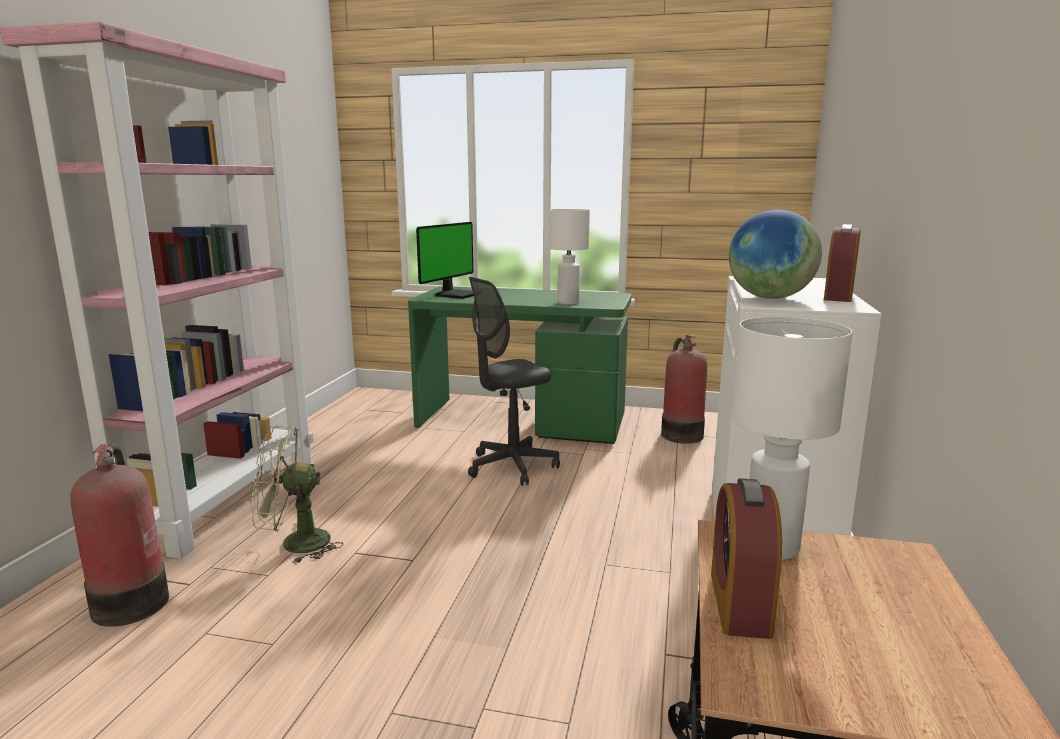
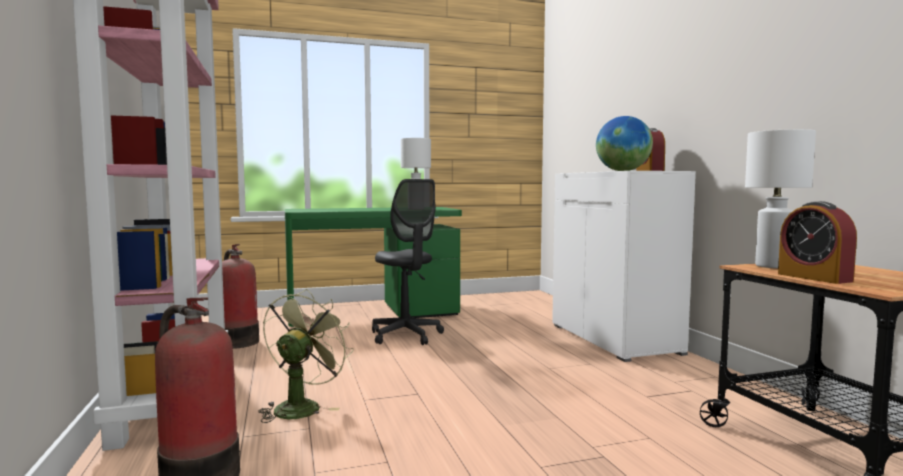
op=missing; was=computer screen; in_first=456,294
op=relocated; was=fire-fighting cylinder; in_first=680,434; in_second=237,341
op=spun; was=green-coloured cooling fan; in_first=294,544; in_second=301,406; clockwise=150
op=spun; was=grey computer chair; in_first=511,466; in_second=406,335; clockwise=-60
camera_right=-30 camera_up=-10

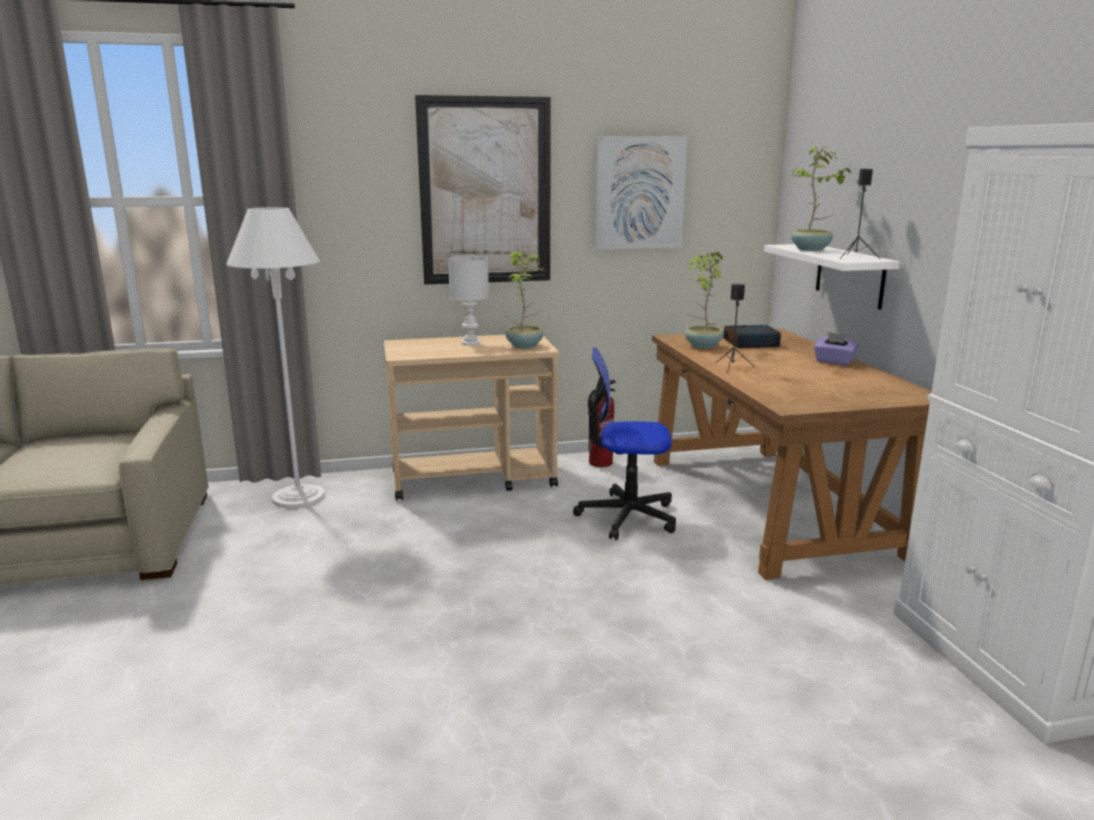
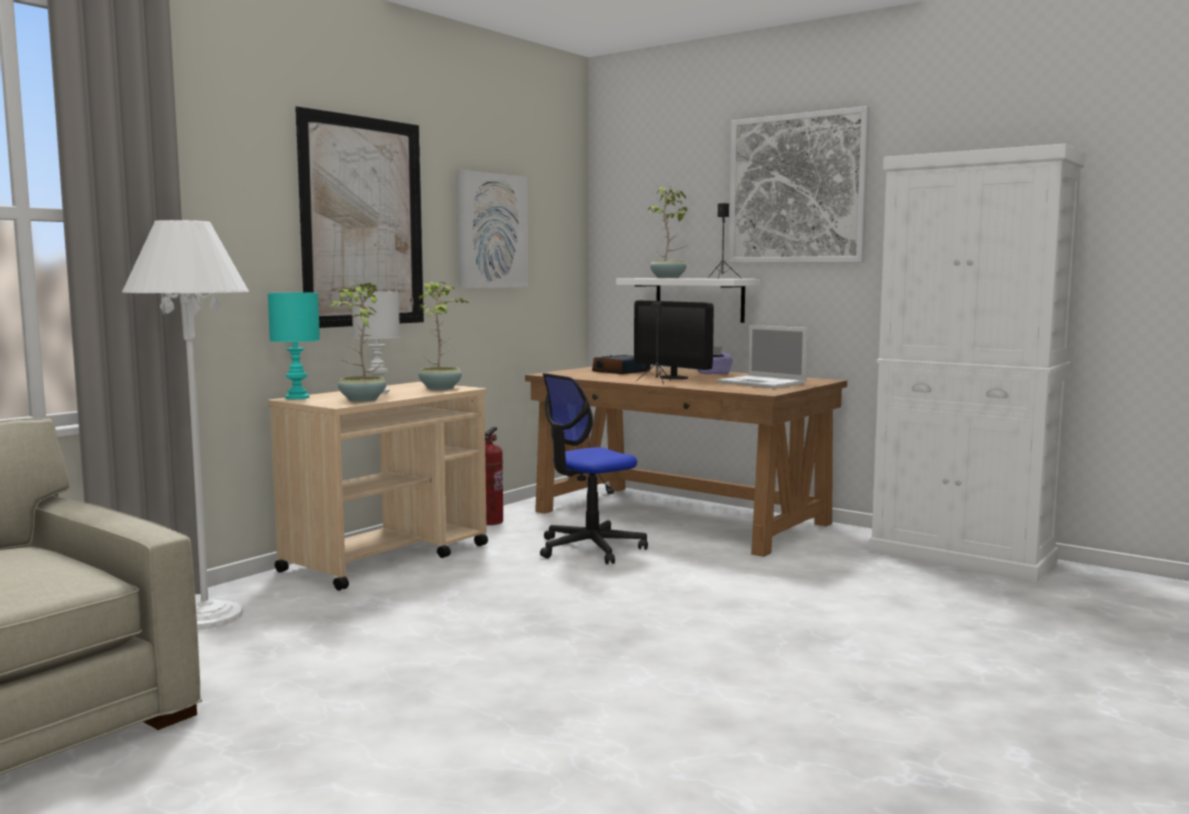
op=appeared; now=blue-green table lamp; in_second=298,397
op=appeared; now=computer screen; in_second=673,377
op=appeared; now=notebook computer; in_second=763,383
op=appeared; now=wall art; in_second=797,189
op=relocated; was=plant in a pot; in_first=702,346; in_second=361,400
camera_right=-40 camera_up=-10

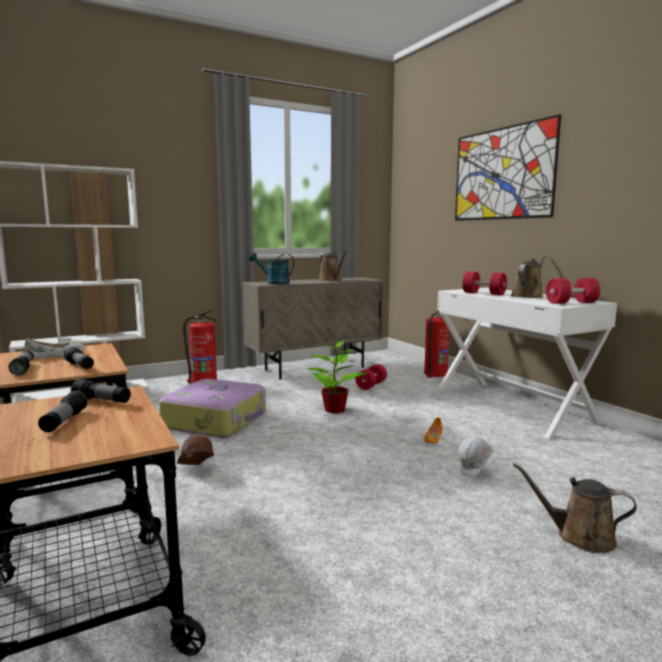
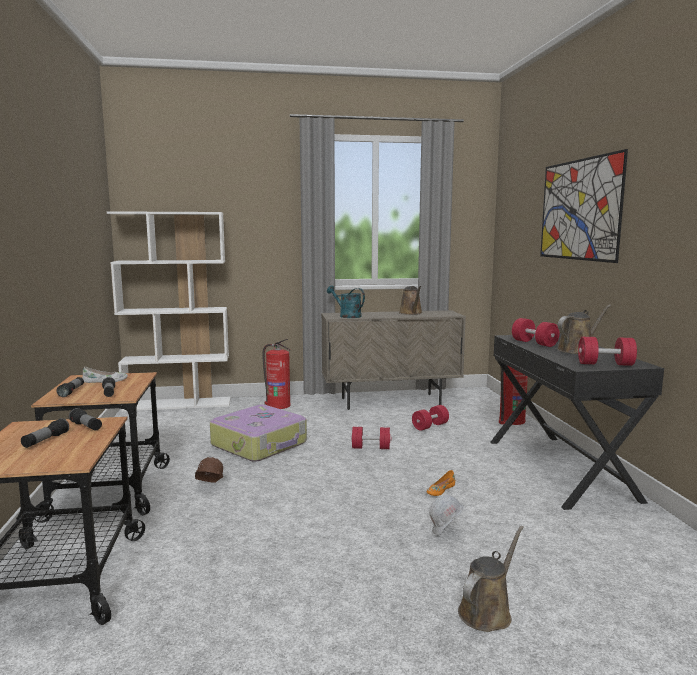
op=exchanged; was=plant in a pot; now=red-coloured dumbbell; in_first=334,410; in_second=371,448
op=colour; was=white-coloured desk unit; now=blackish desk unit; in_first=512,406; in_second=560,469
op=spun; was=brownish watering can; in_first=579,536; in_second=487,611; clockwise=90
camera_right=20 camera_up=0

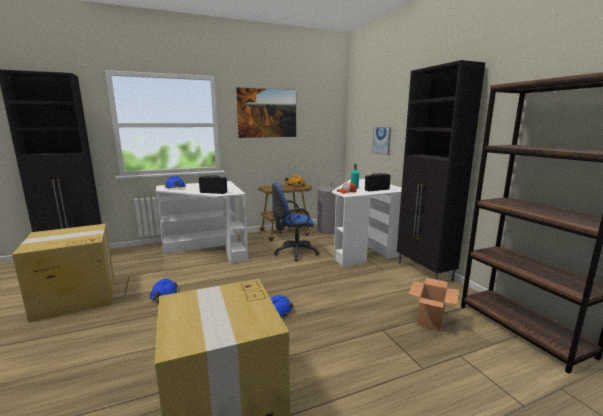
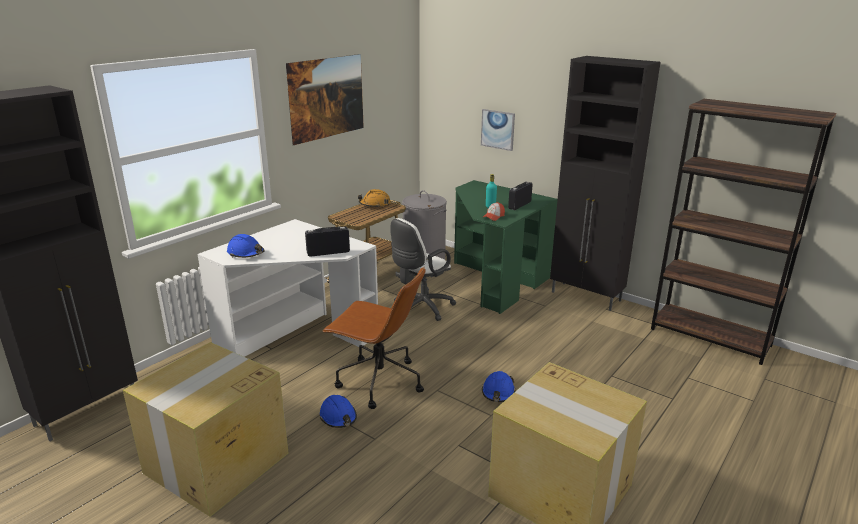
op=missing; was=cardboard box; in_first=430,320
op=appeared; now=brownish computer chair; in_second=378,381
op=colour; was=blue computer chair; now=white-coloured computer chair; in_first=294,252; in_second=420,308
op=colour; was=white-coloured desk unit; now=green-coloured desk unit; in_first=363,248; in_second=494,280
camera_right=-30 camera_up=10

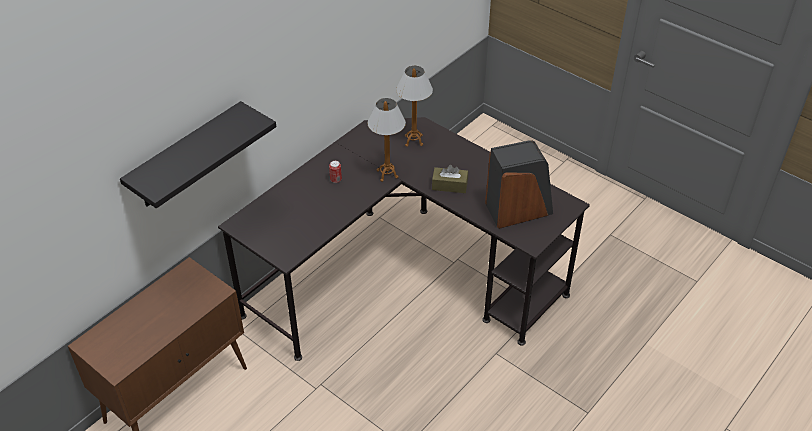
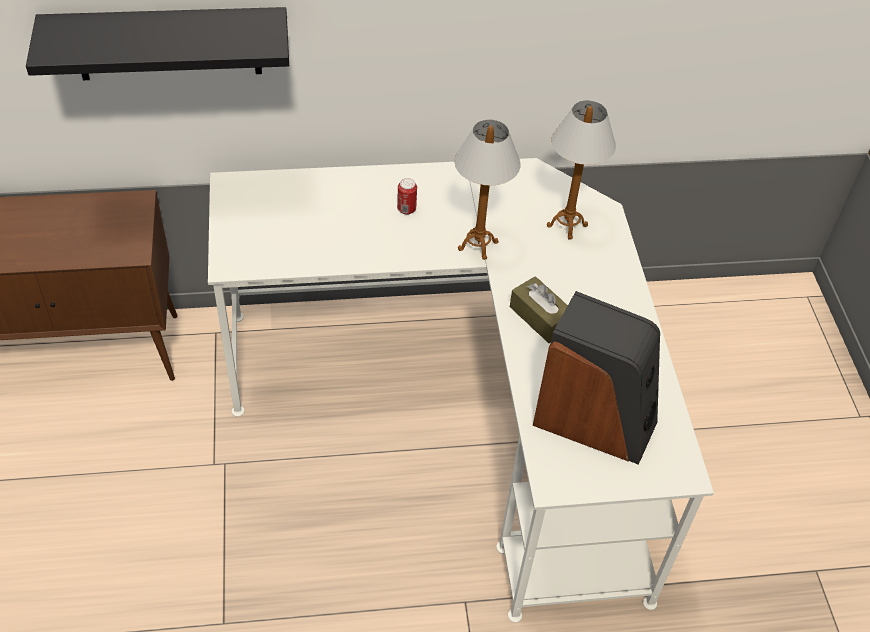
op=colour; was=blackish desk unit; now=white-coloured desk unit; in_first=402,277; in_second=462,409
camera_right=40 camera_up=5

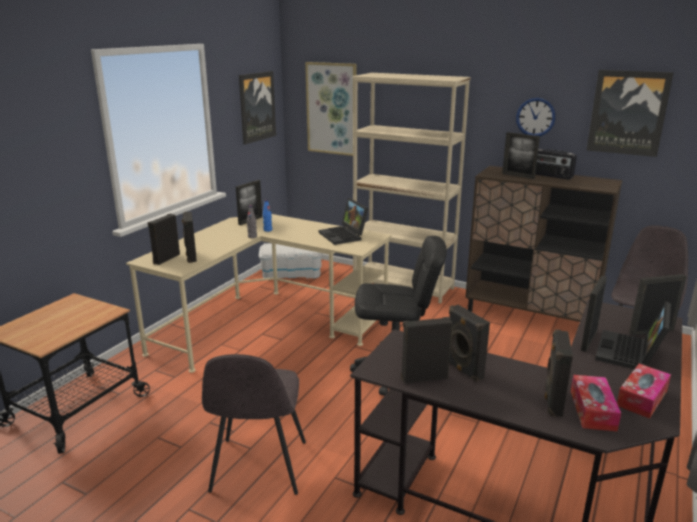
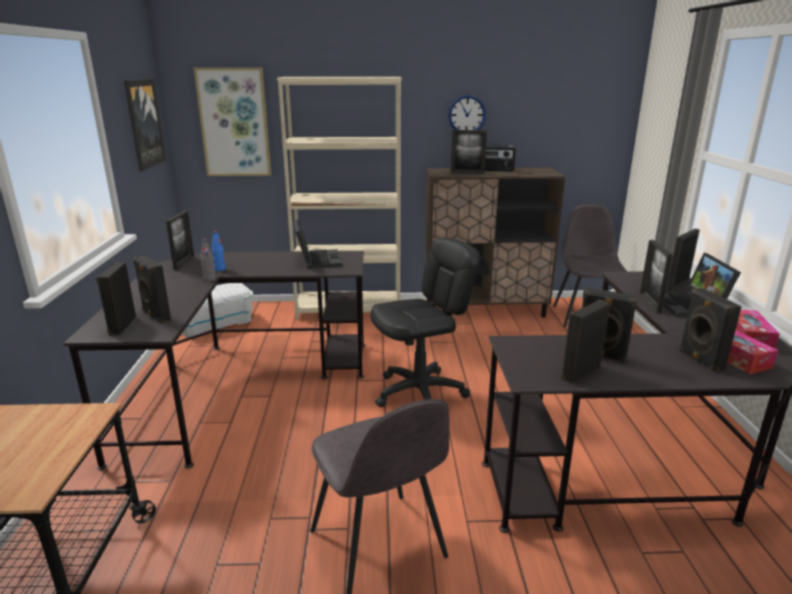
op=missing; was=wall art; in_first=628,113
op=colour; was=beige desk unit; now=blackish desk unit; in_first=267,323; in_second=236,383
op=spun; was=notebook computer; in_first=344,236; in_second=317,259; clockwise=-135
camera_right=-30 camera_up=0

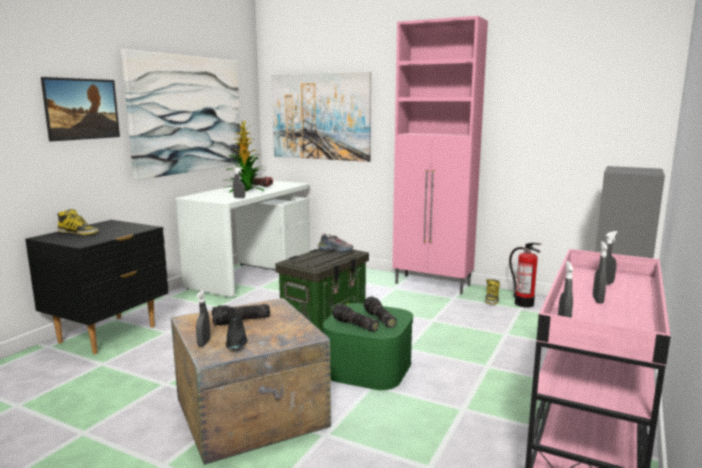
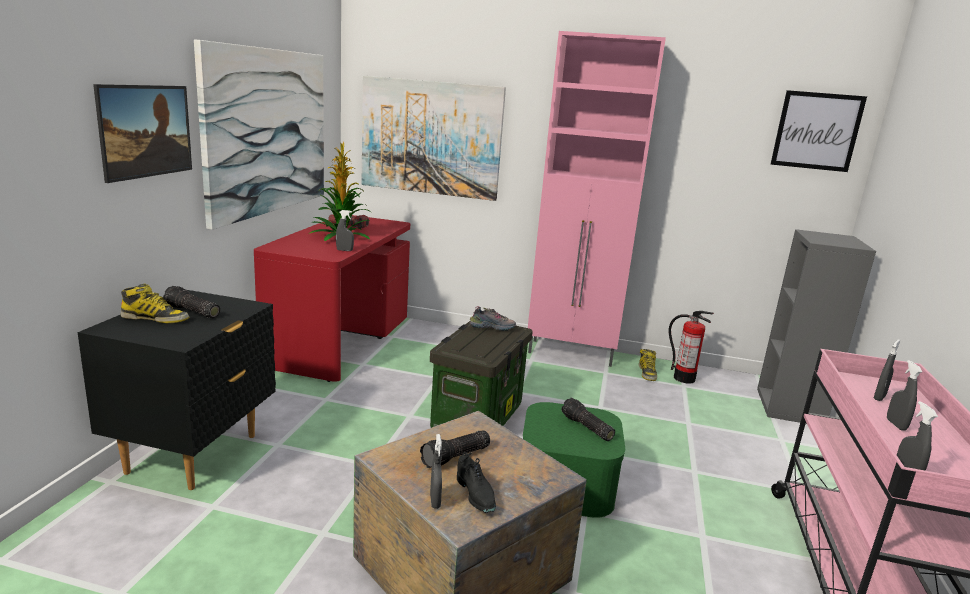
op=appeared; now=wall art; in_second=816,131
op=relocated; was=torch; in_first=354,325; in_second=191,312
op=colour; was=white-coloured desk unit; now=red-coloured desk unit; in_first=251,273; in_second=340,341
camera_right=-15 camera_up=5

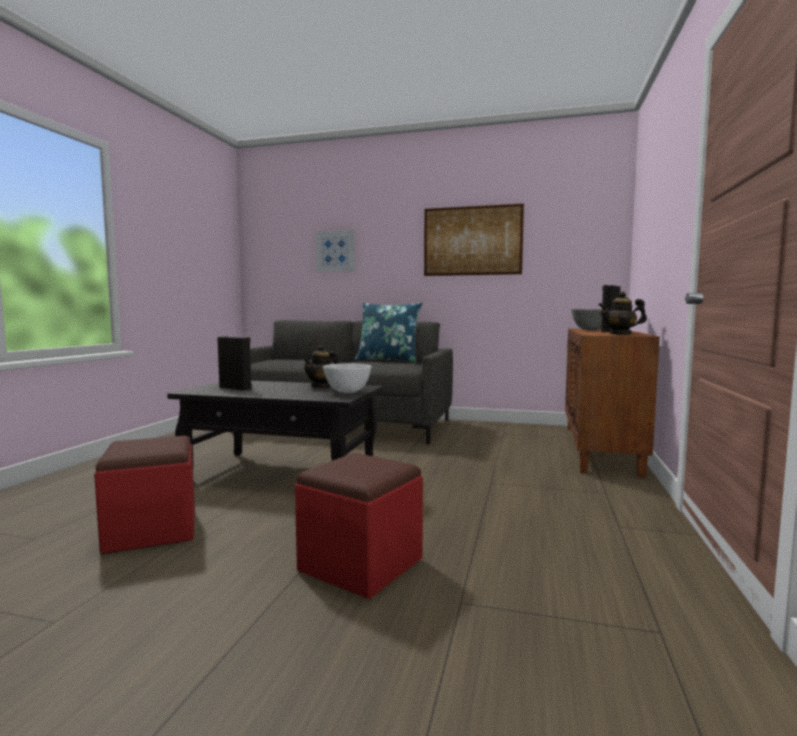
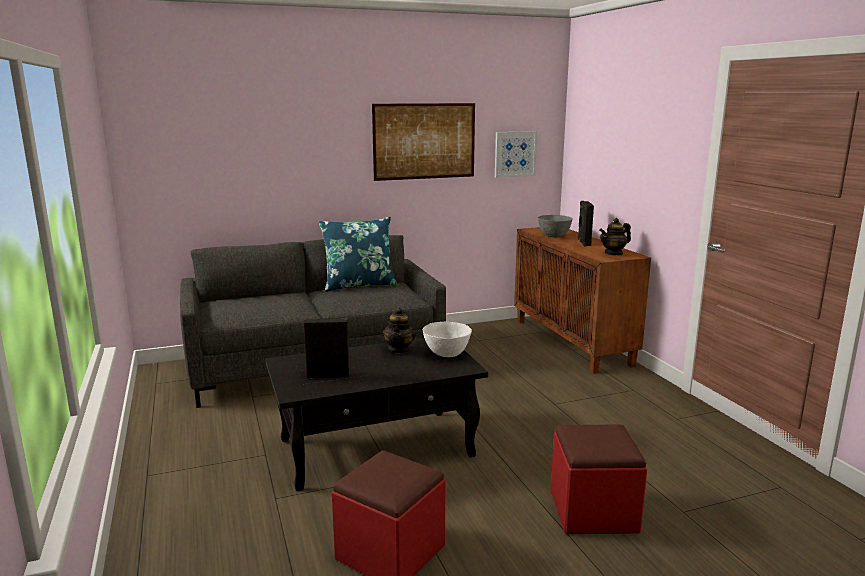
op=relocated; was=wall art; in_first=335,251; in_second=515,154
camera_right=-35 camera_up=10

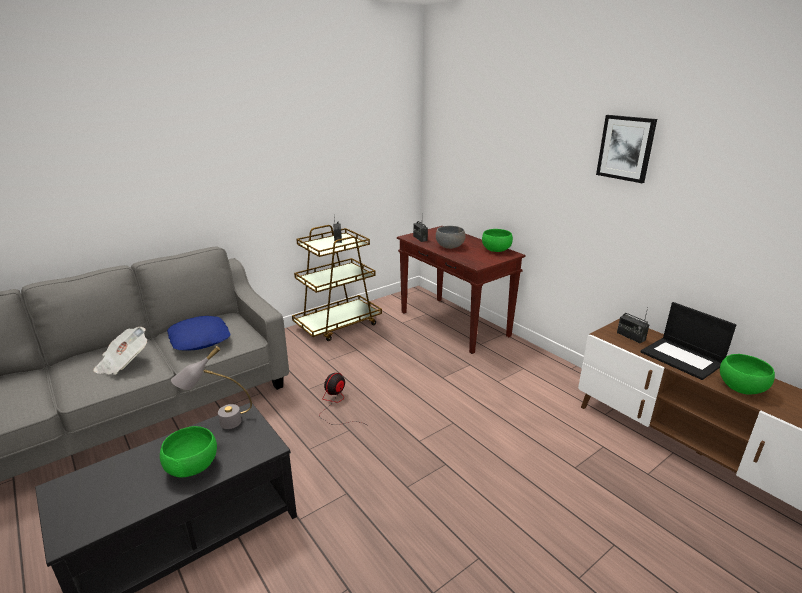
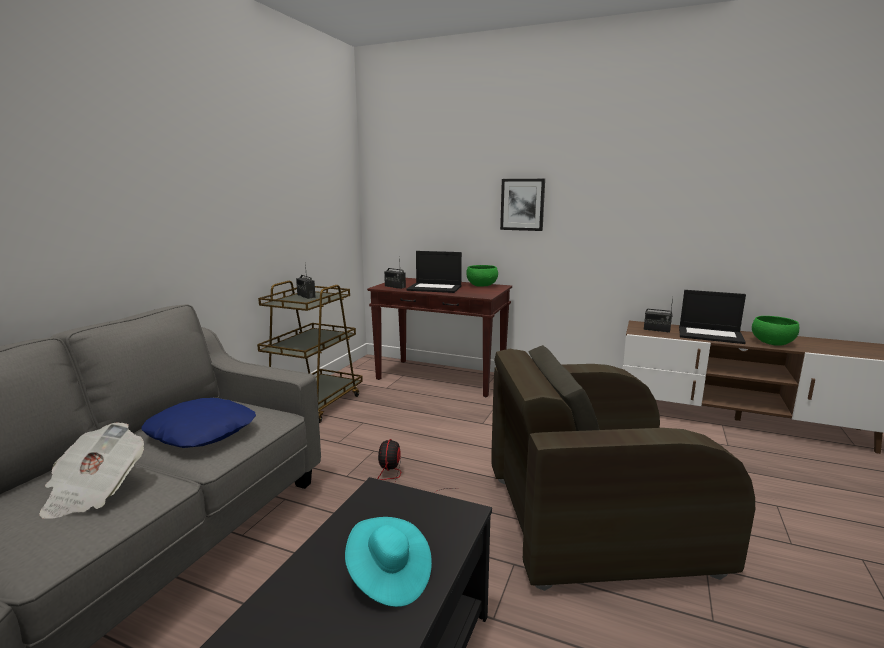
op=missing; was=grey table lamp; in_first=219,425
op=appeared; now=brownish armchair; in_second=593,521
op=relocated; was=wall art; in_first=626,148; in_second=522,204
op=exchanged; was=green-coloured bowl; now=blue-green clothing hat; in_first=192,466; in_second=388,577
op=exchanged; was=grey bowl; now=notebook computer; in_first=450,246; in_second=435,288
camera_right=-30 camera_up=-10

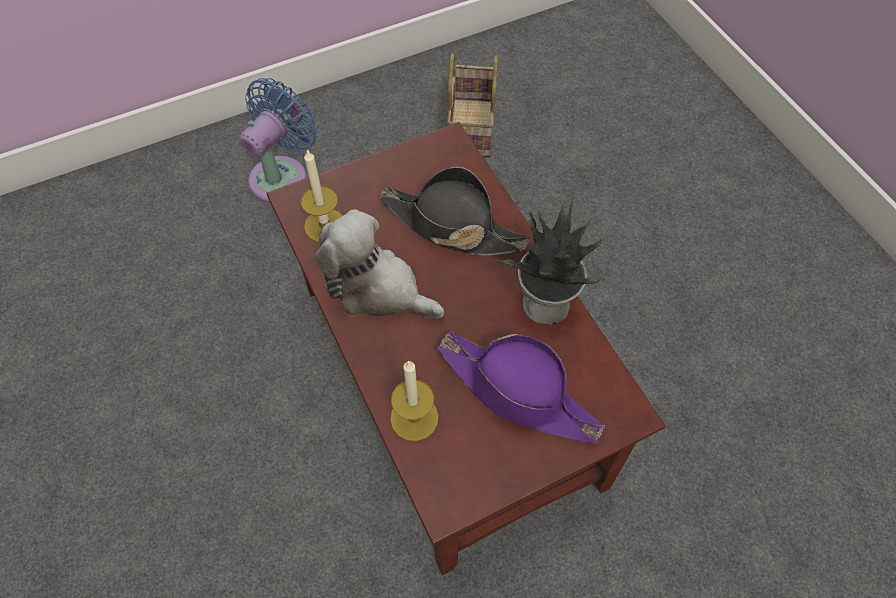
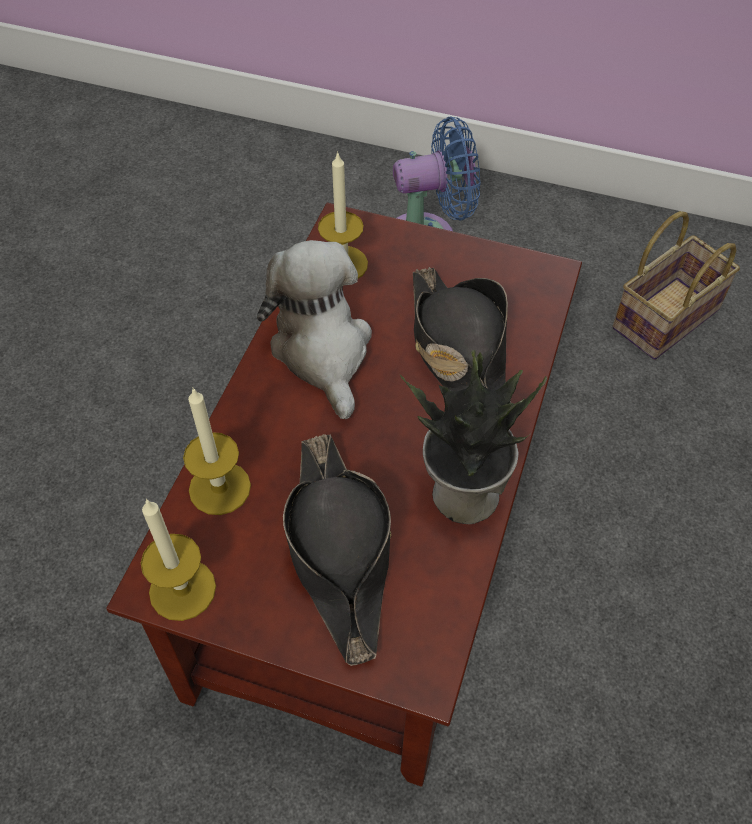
op=appeared; now=wax candle; in_second=182,589
op=colour; was=purple clothing hat; now=blackish clothing hat; in_first=519,392; in_second=338,551
camera_right=45 camera_up=-5

